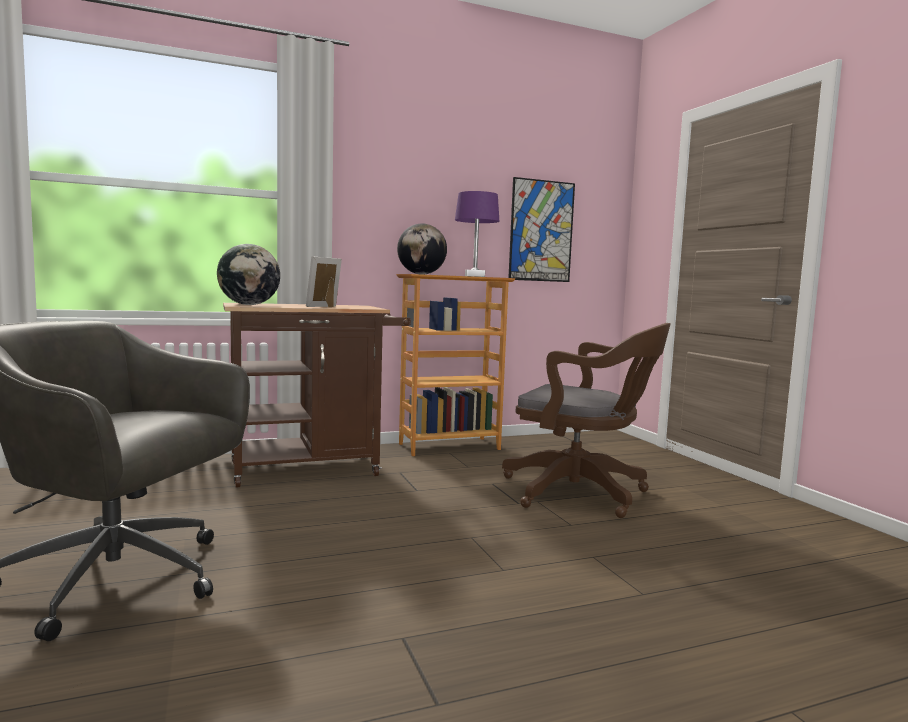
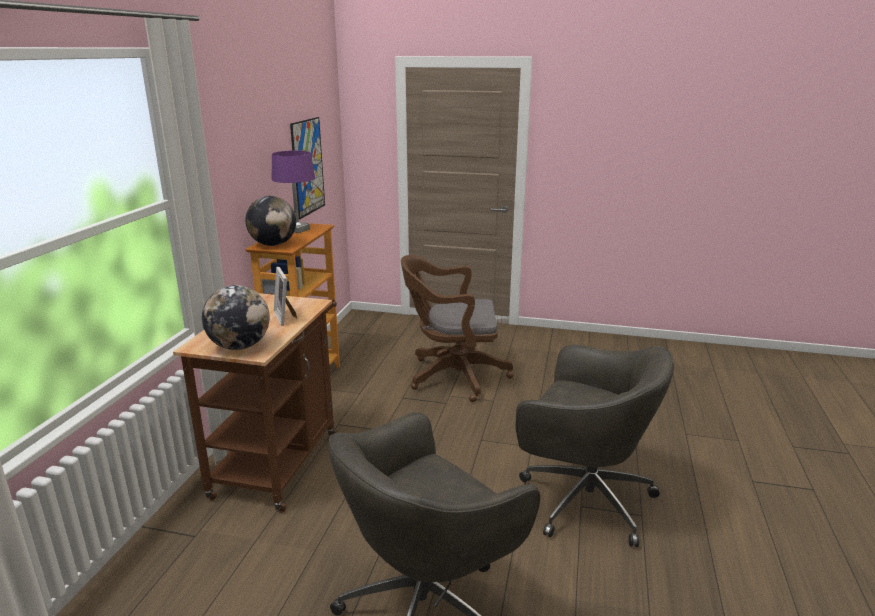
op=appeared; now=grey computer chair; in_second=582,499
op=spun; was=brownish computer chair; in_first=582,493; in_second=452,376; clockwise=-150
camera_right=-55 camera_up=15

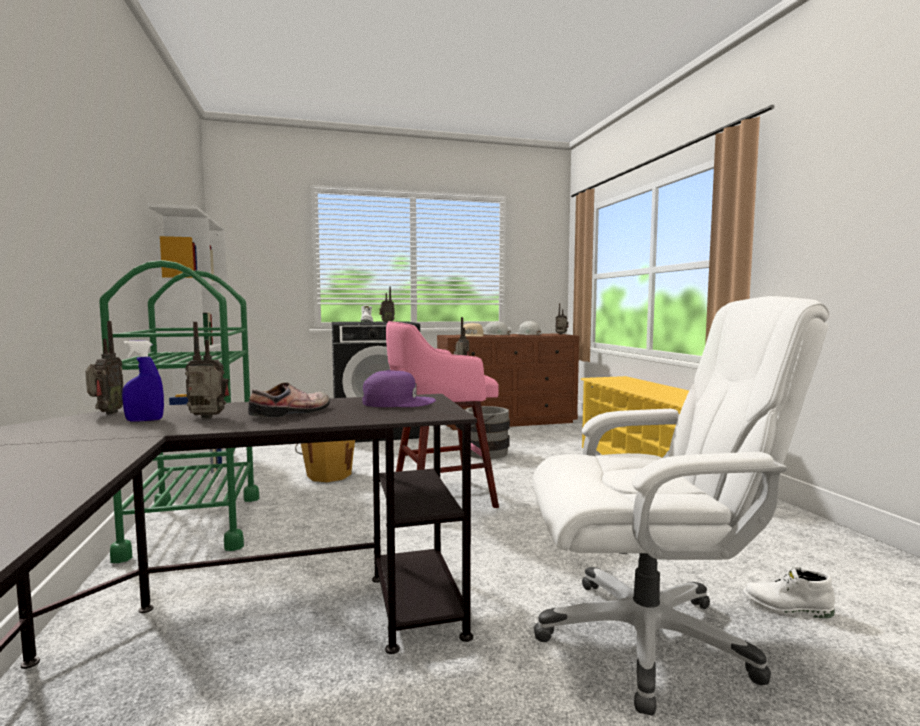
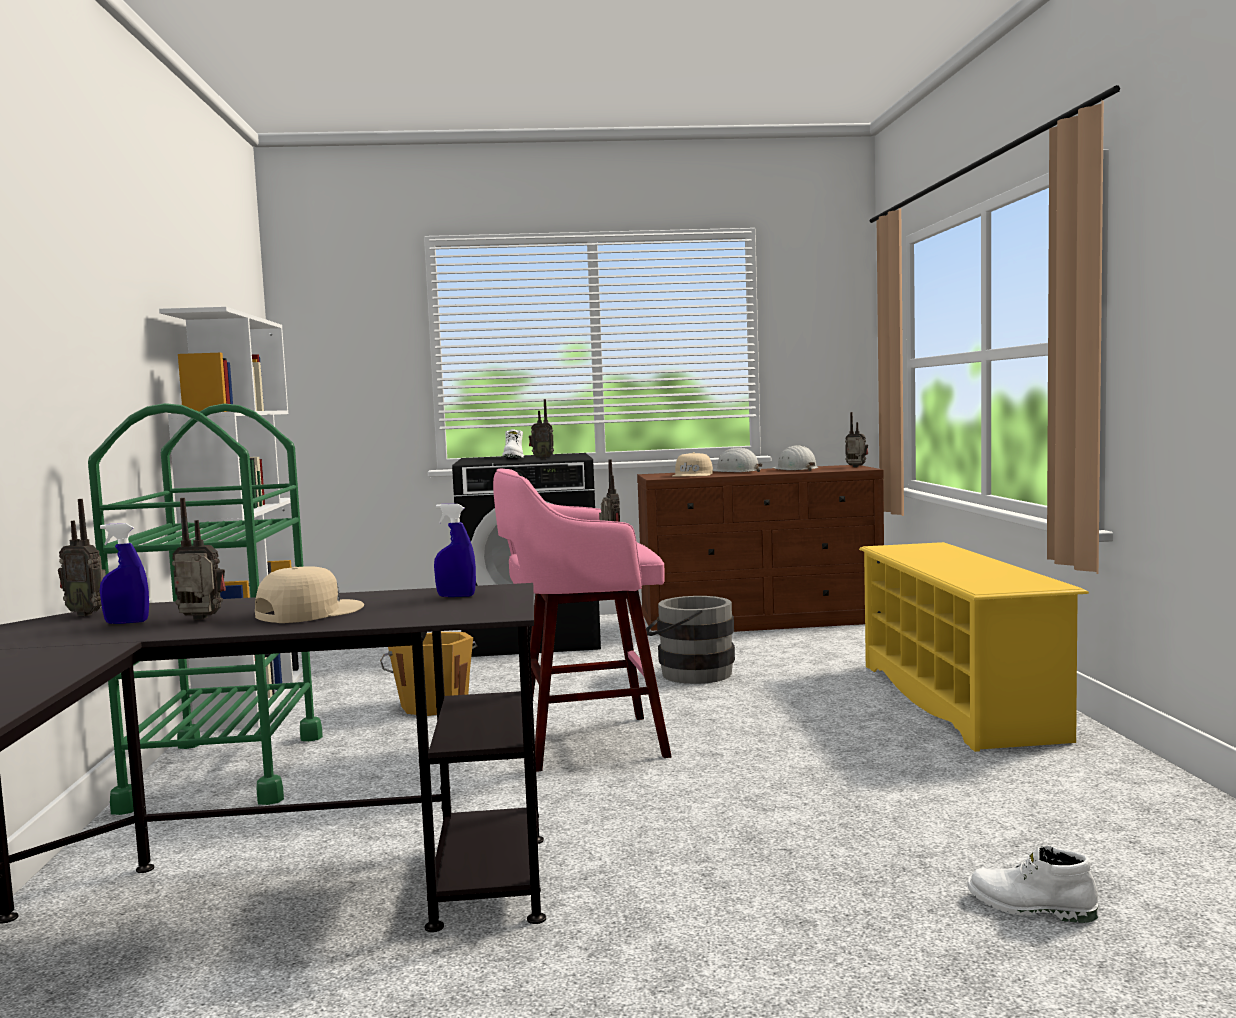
op=missing; was=white-coloured computer chair; in_first=646,638
op=exchanged; was=item of footwear; now=beige baseball cap; in_first=293,413; in_second=308,612
op=exchanged; was=purple baseball cap; now=blue spray bottle; in_first=397,402; in_second=456,596
op=spun; was=radio set; in_first=106,413; in_second=87,614; clockwise=105
camera_right=10 camera_up=0

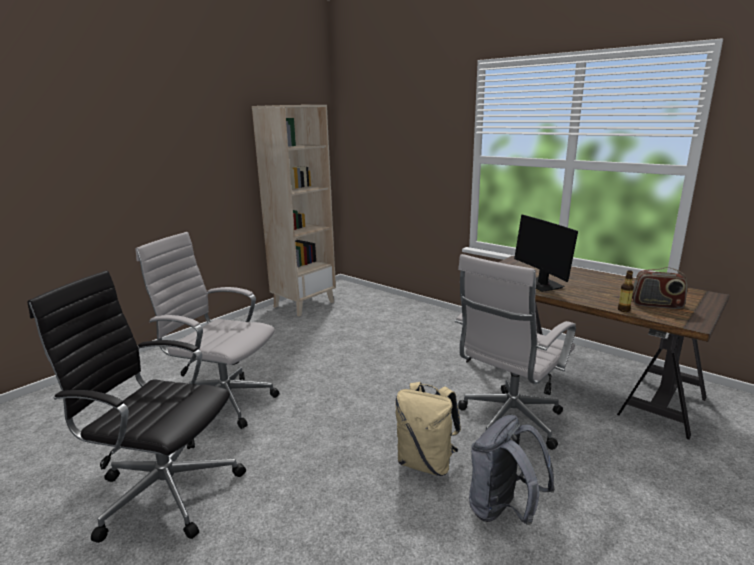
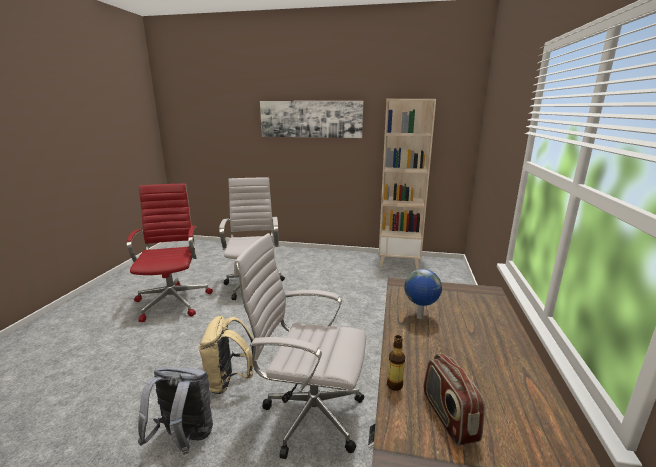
op=appeared; now=wall art; in_second=311,119
op=exchanged; was=computer screen; now=world globe; in_first=542,285; in_second=420,318
op=colour; was=blackish computer chair; now=red-coloured computer chair; in_first=164,490; in_second=173,301
camera_right=60 camera_up=0

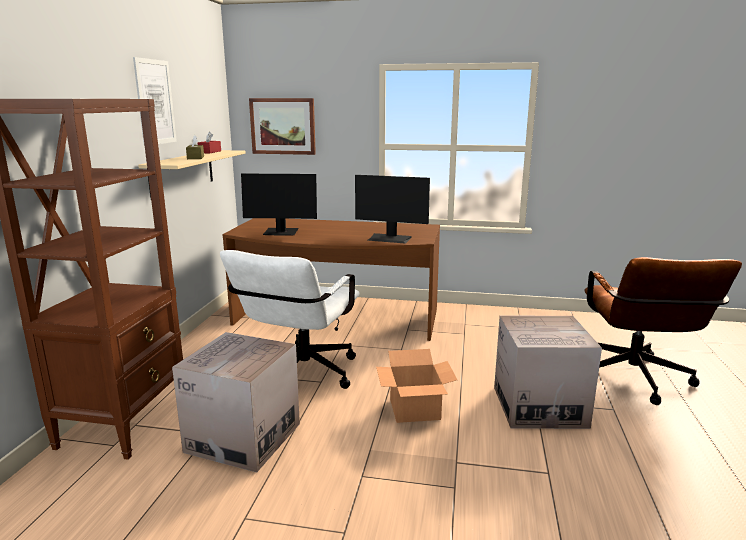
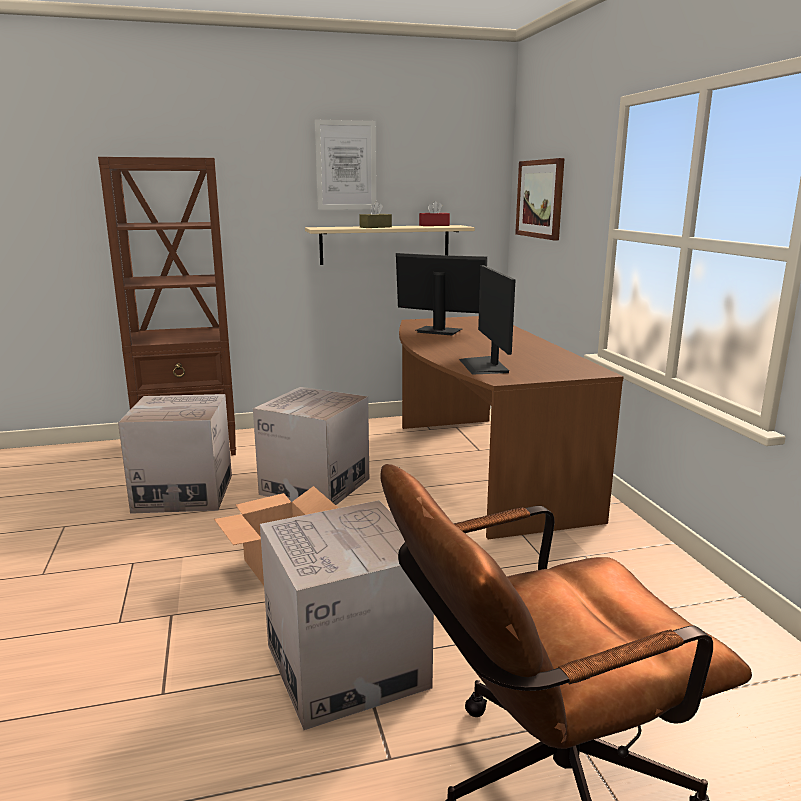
op=exchanged; was=white-coloured computer chair; now=cardboard box; in_first=300,376; in_second=315,486
op=spun; was=computer screen; in_first=281,232; in_second=439,331; clockwise=135
camera_right=65 camera_up=0

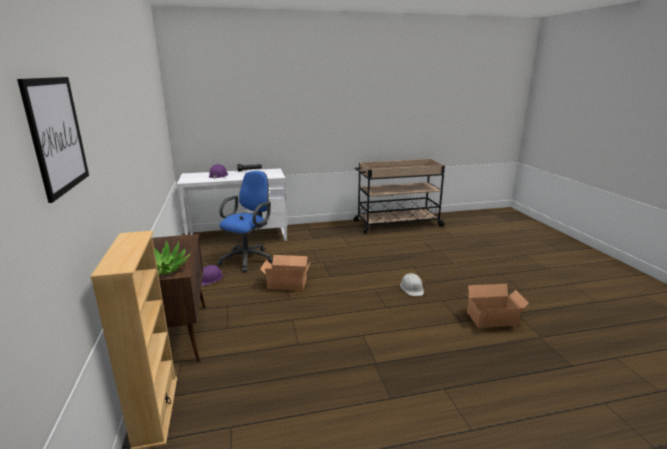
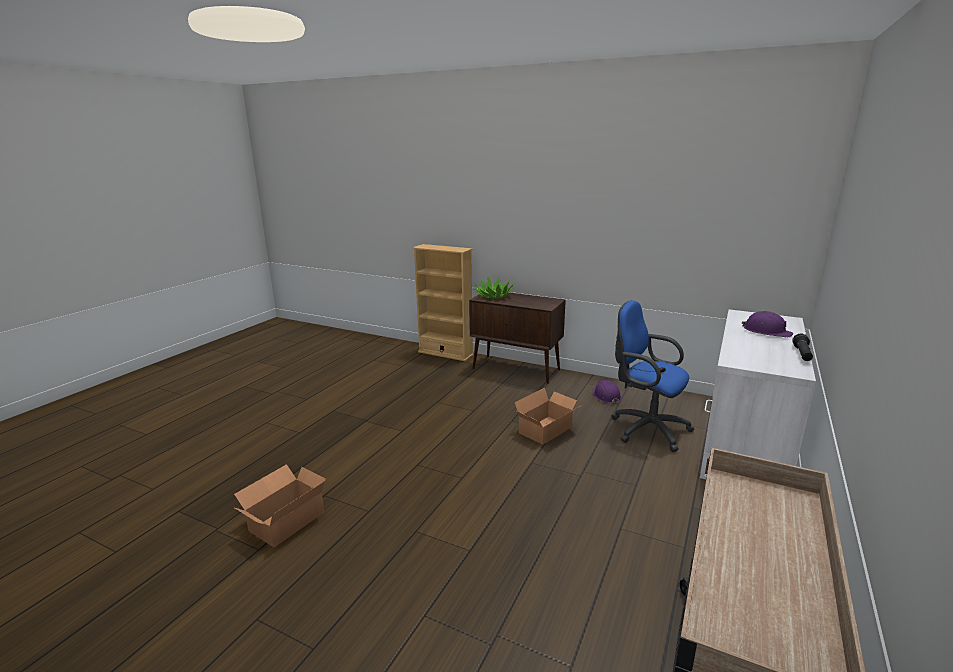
op=missing; was=wall art; in_first=57,135
op=missing; was=white-coloured safety helmet; in_first=412,288
op=spun; was=blue computer chair; in_first=249,258; in_second=645,428; clockwise=150
camera_right=130 camera_up=0

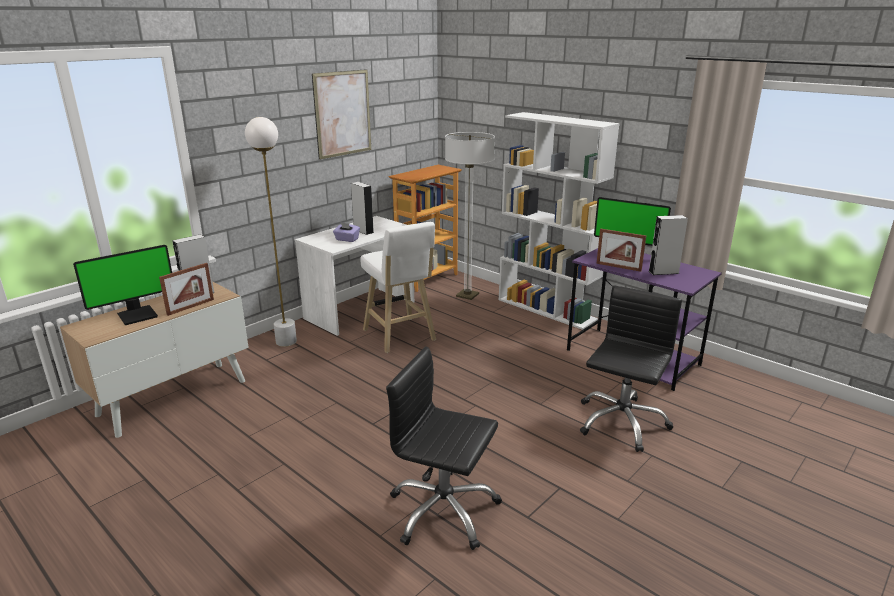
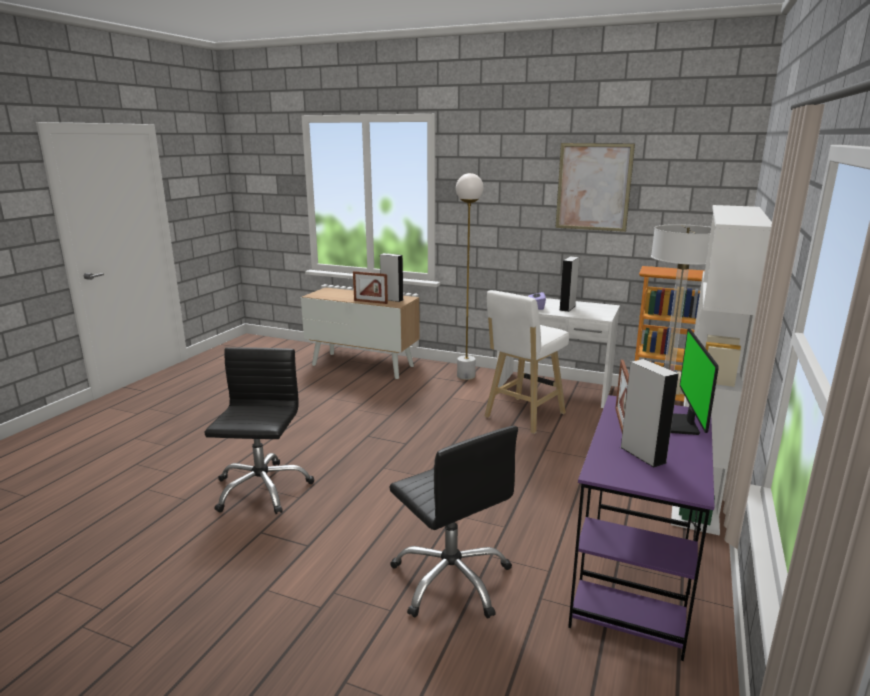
op=missing; was=computer screen; in_first=137,315
op=spun; was=blackish computer chair; in_first=621,422; in_second=451,579; clockwise=45
camera_right=70 camera_up=-5

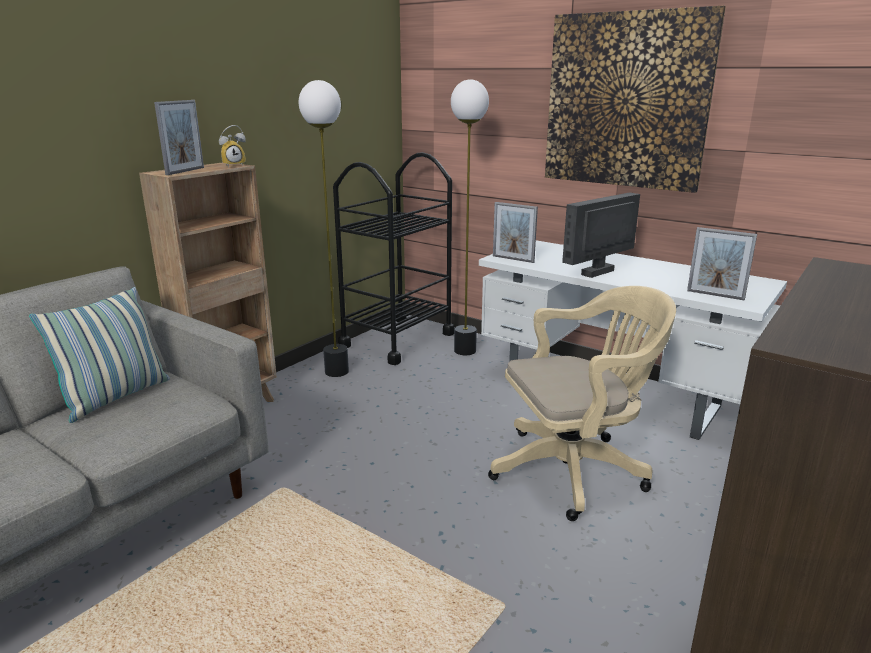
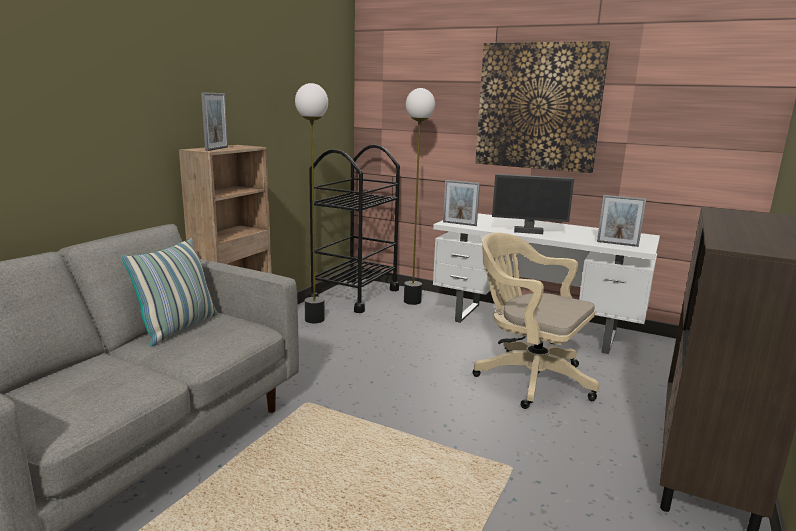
op=missing; was=table clock; in_first=233,165
op=spun; was=beige computer chair; in_first=575,469; in_second=528,377; clockwise=-120
op=spun; was=computer screen; in_first=599,273; in_second=528,232; clockwise=-120
camera_right=-10 camera_up=-5

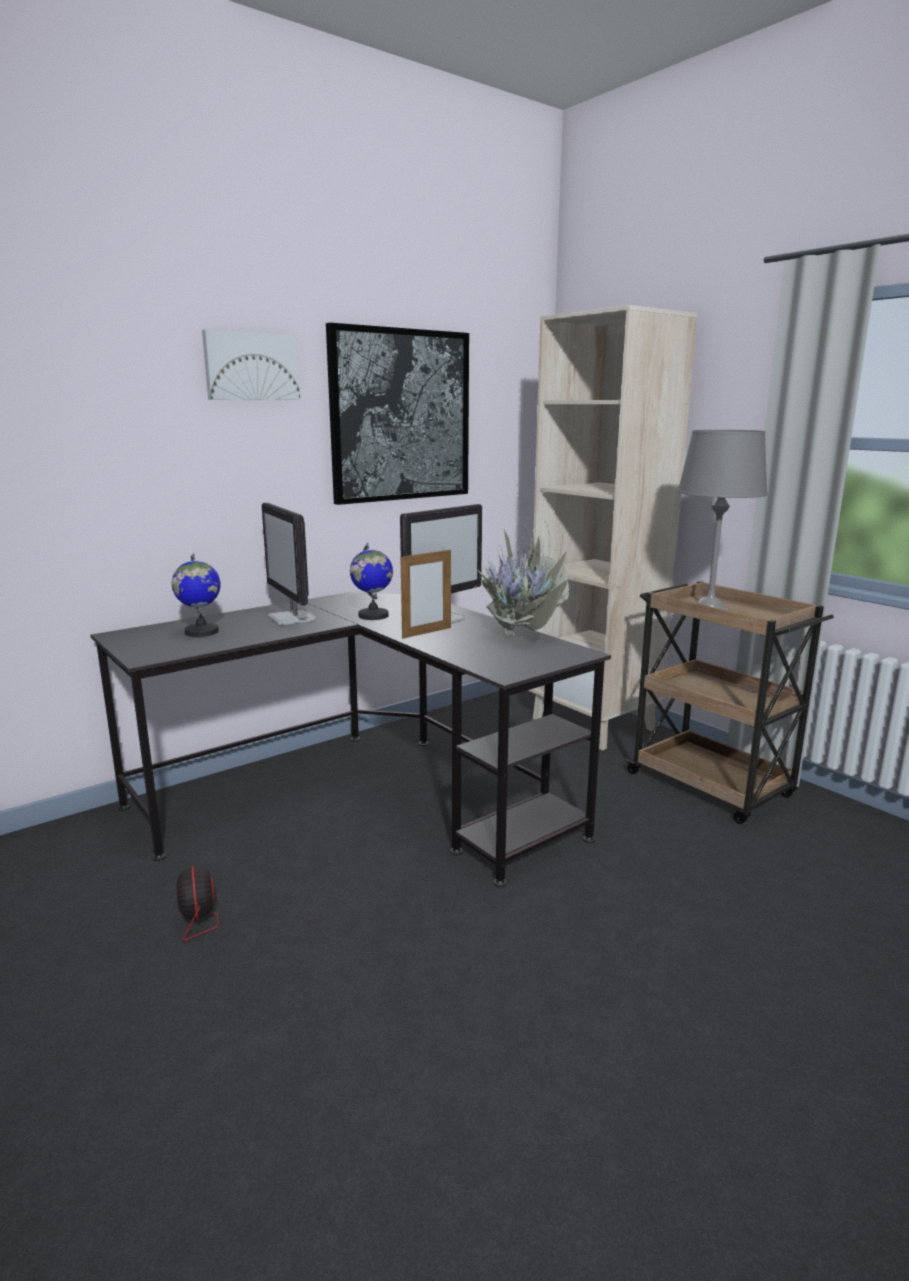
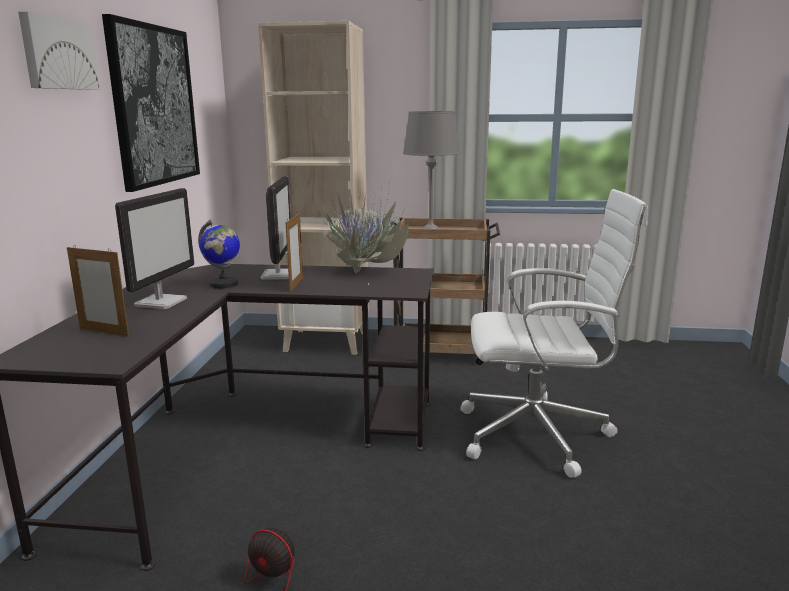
op=appeared; now=white-coloured computer chair; in_second=538,434
op=exchanged; was=world globe; now=picture frame; in_first=201,632; in_second=104,332
op=spun; was=computer screen; in_first=293,619; in_second=161,302; clockwise=-90
camera_right=-45 camera_up=0

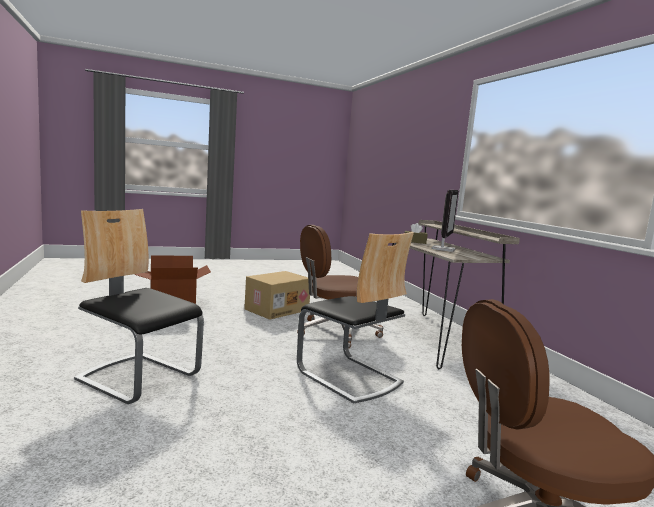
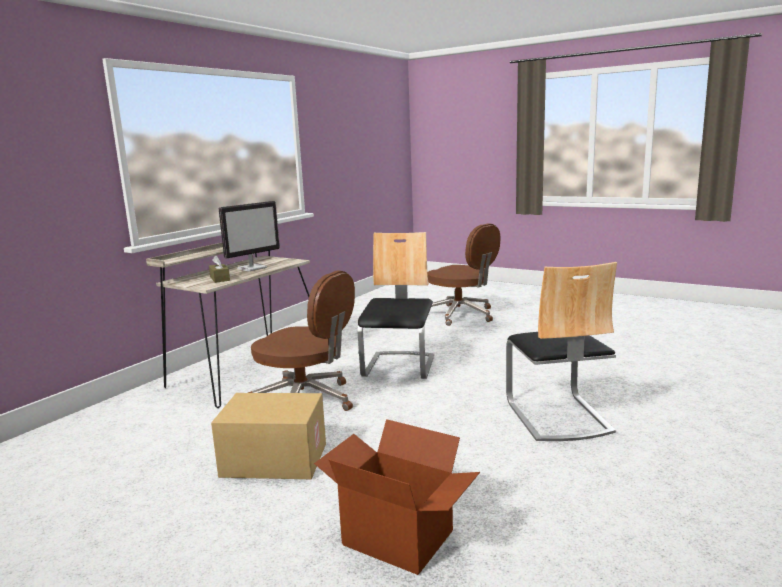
op=spun; was=computer screen; in_first=443,249; in_second=252,268; clockwise=150
camera_right=-125 camera_up=5

